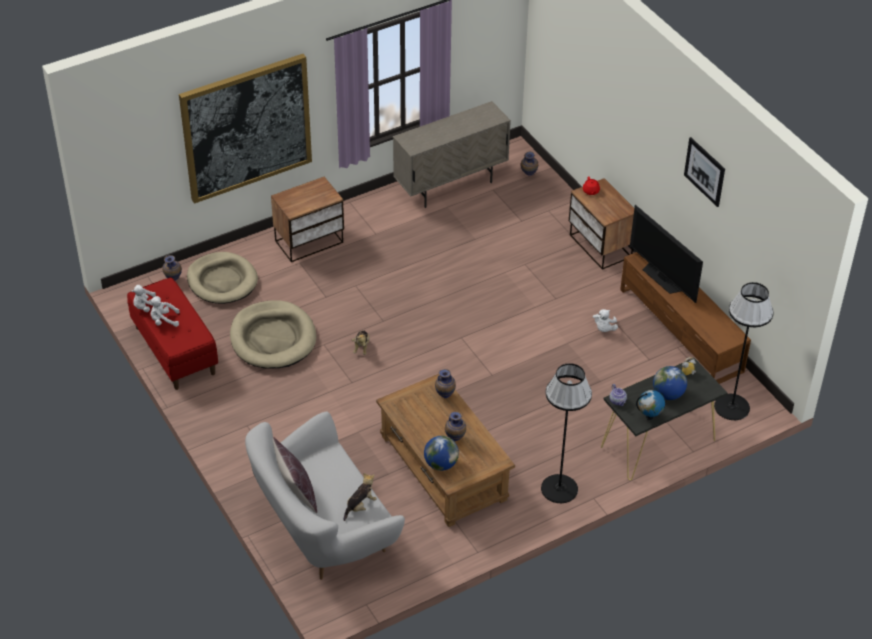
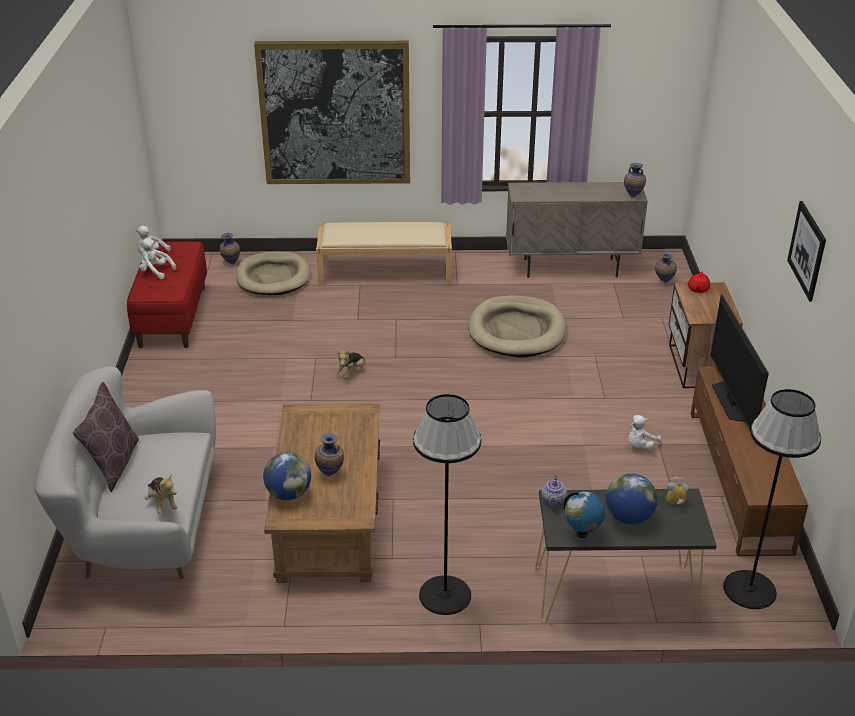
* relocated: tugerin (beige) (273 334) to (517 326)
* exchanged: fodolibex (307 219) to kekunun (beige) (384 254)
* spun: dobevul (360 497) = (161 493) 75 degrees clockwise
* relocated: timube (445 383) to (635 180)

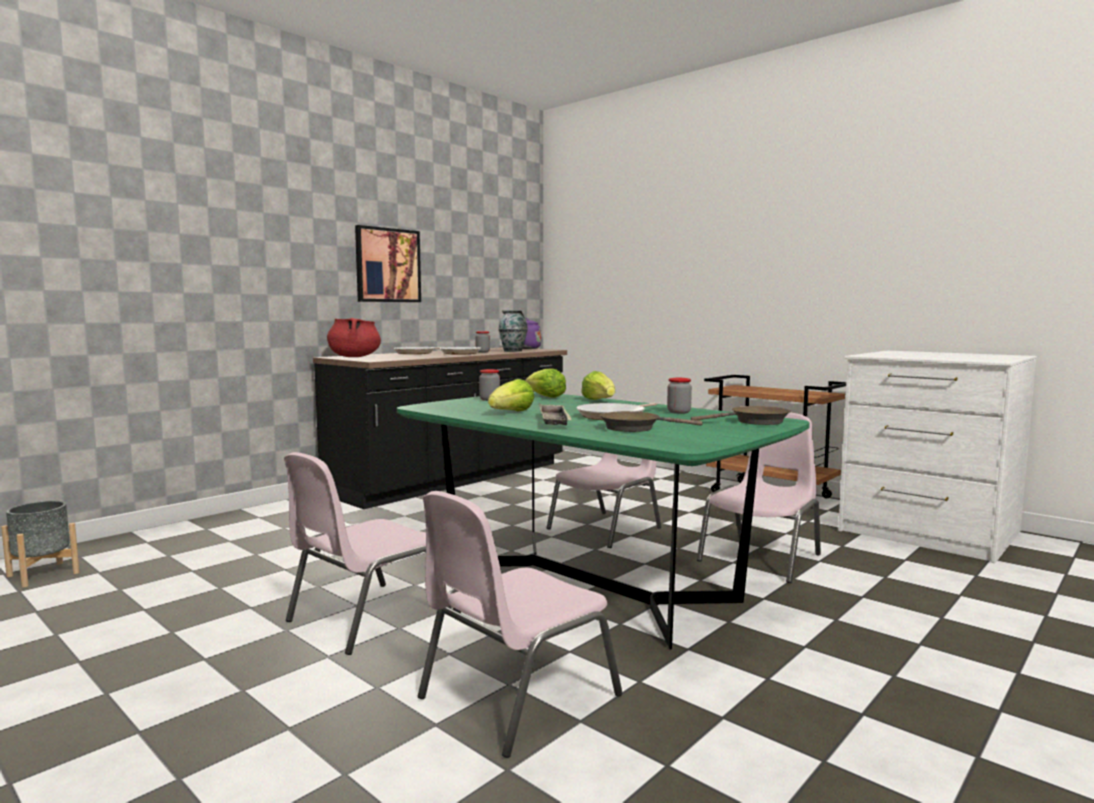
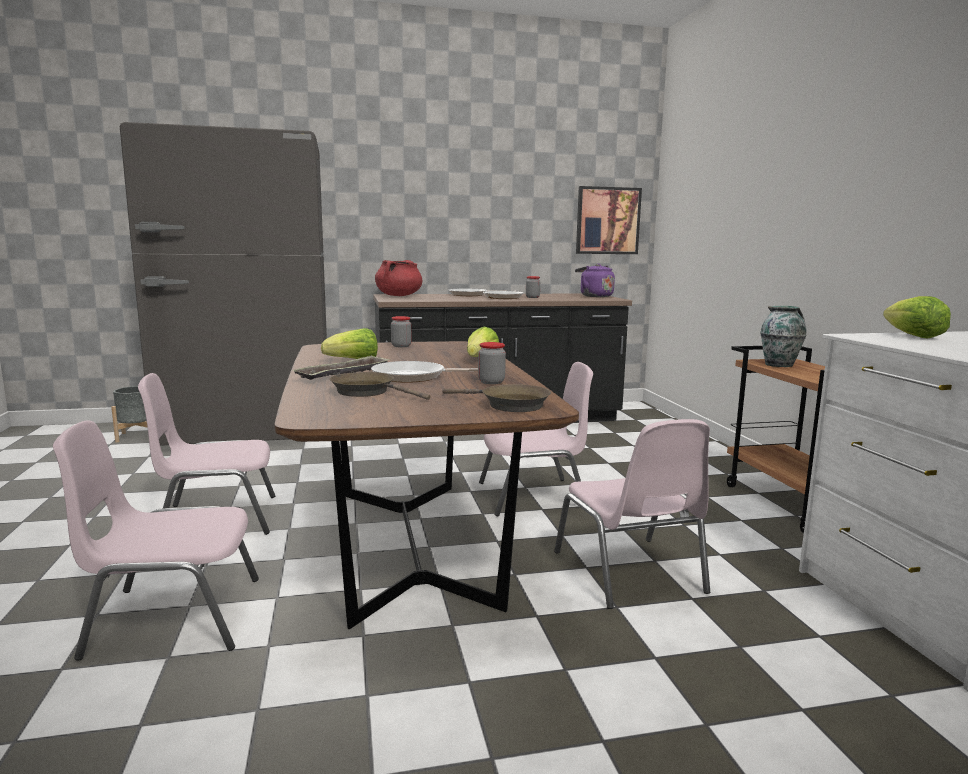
* relocated: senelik (388 263) to (609 220)
* colour: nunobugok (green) (603 520) to nunobugok (brown) (427 485)
* relocated: timube (513 331) to (783 336)
* relocated: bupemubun (545 383) to (917 317)
* spun: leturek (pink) (759 497) = (632 514) 90 degrees clockwise
* appeared: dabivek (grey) (223 284)

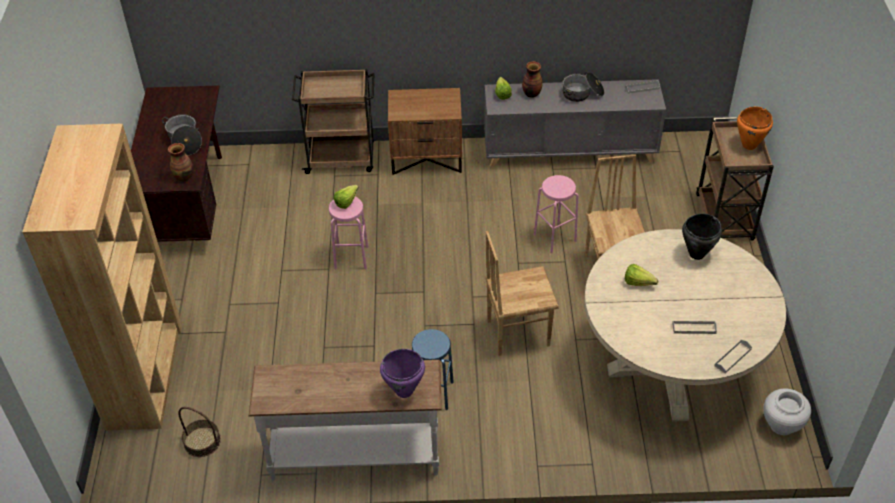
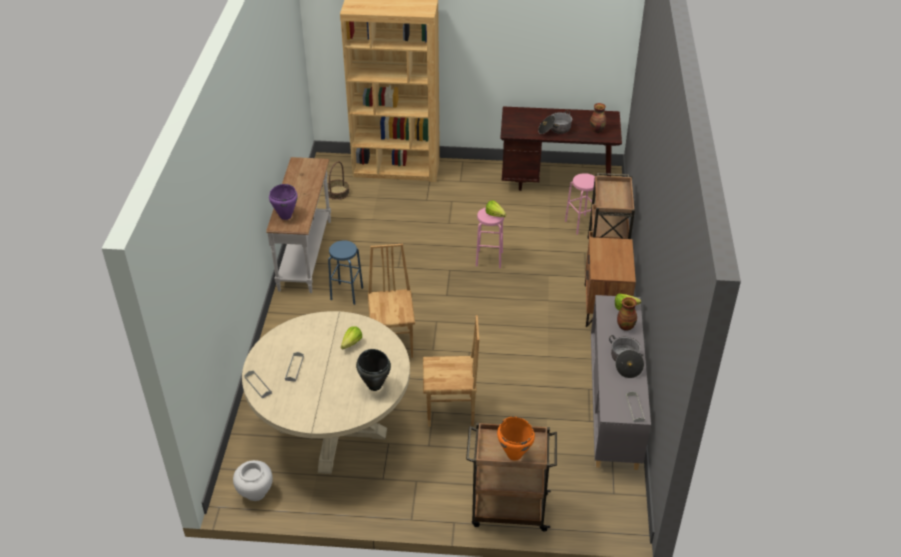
* relocated: timube (180 162) to (598 118)
* relocated: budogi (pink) (556 214) to (580 204)

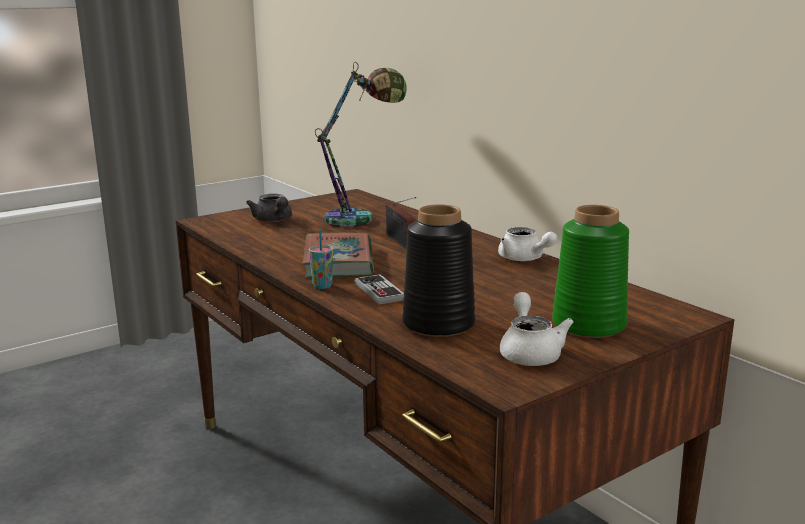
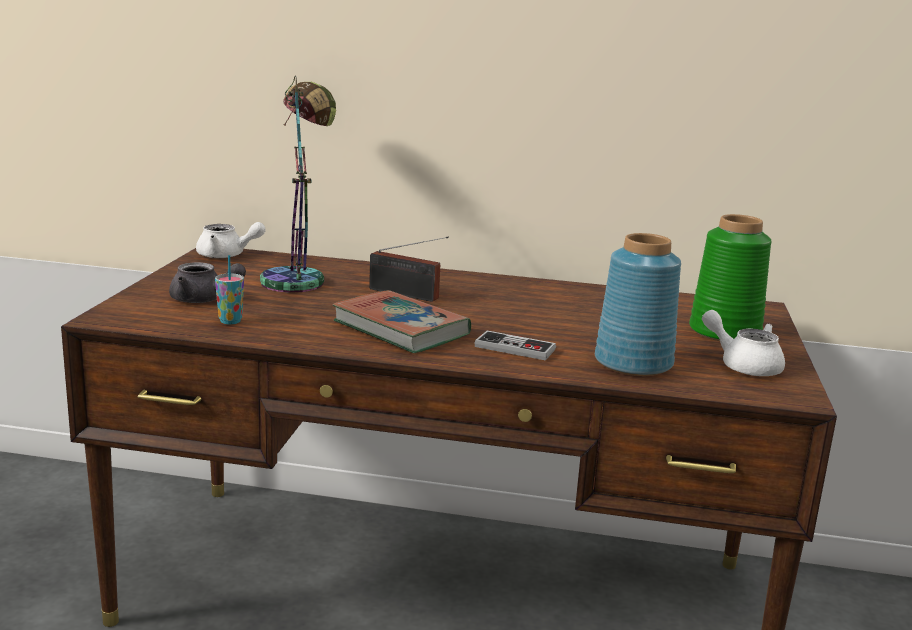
* relocated: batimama (321 259) to (229 290)
* colour: timube (black) (439 270) to timube (blue) (638 304)
* relocated: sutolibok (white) (528 244) to (231 240)

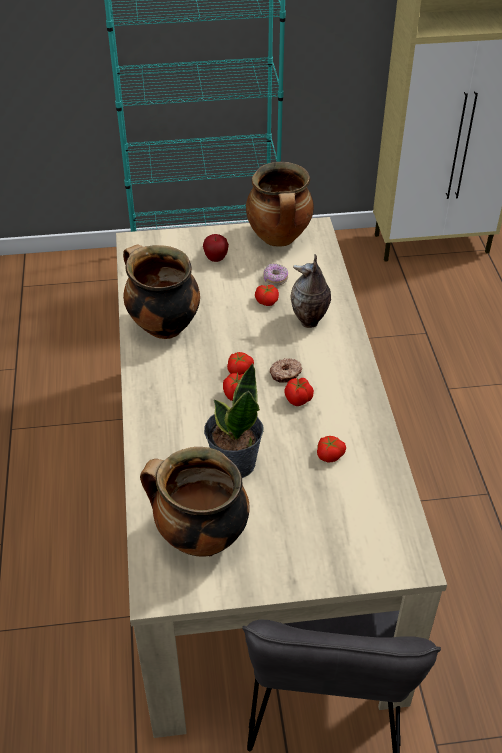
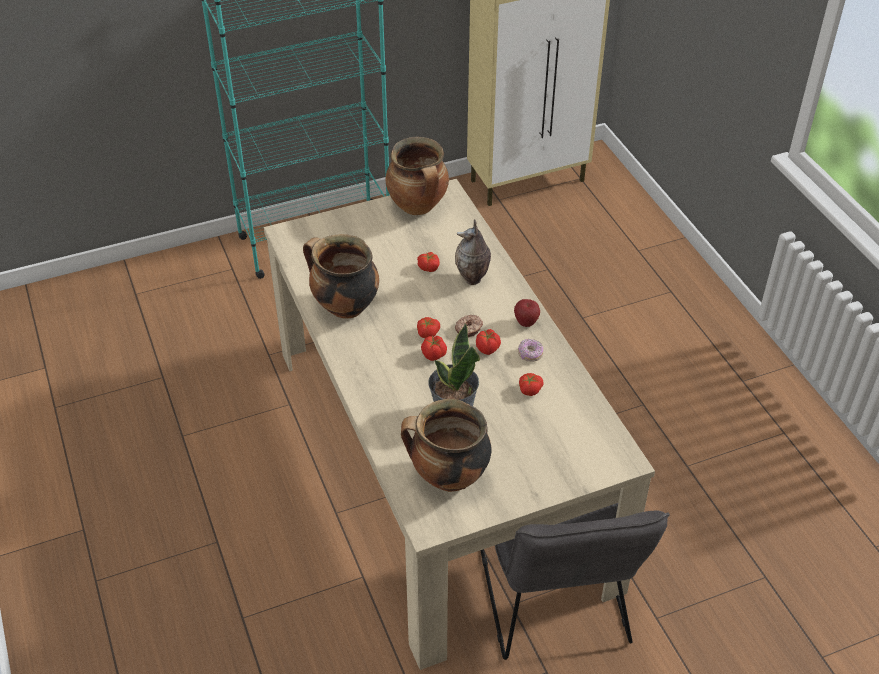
* relocated: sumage (216 248) to (527 313)
* relocated: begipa (275 274) to (530 350)

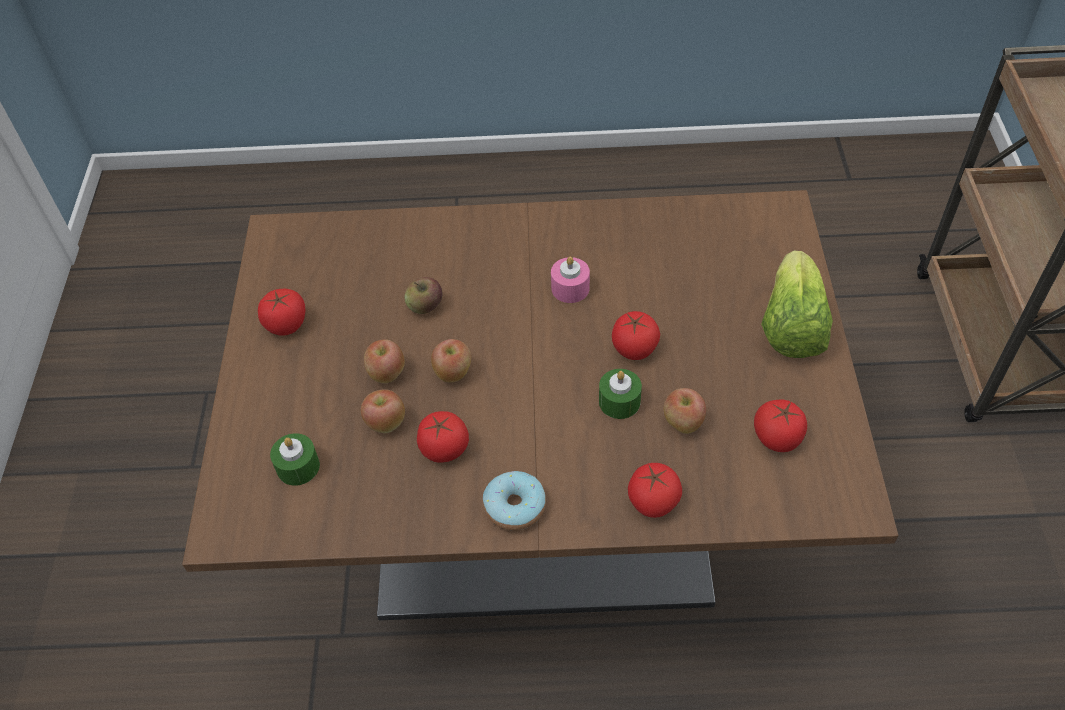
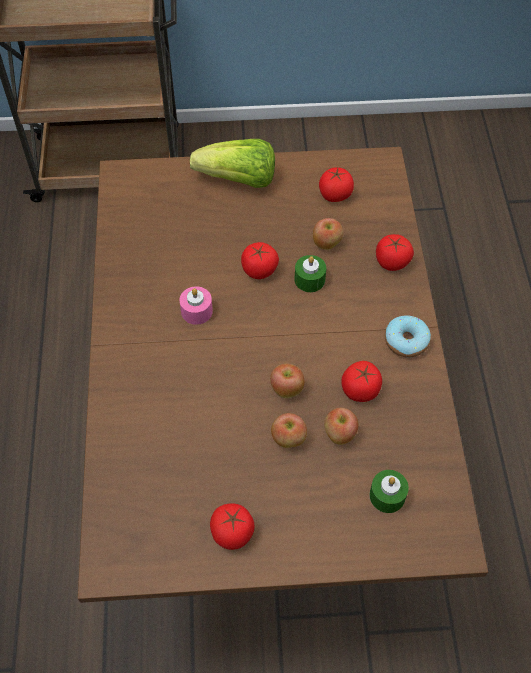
* missing: sumage (423 295)

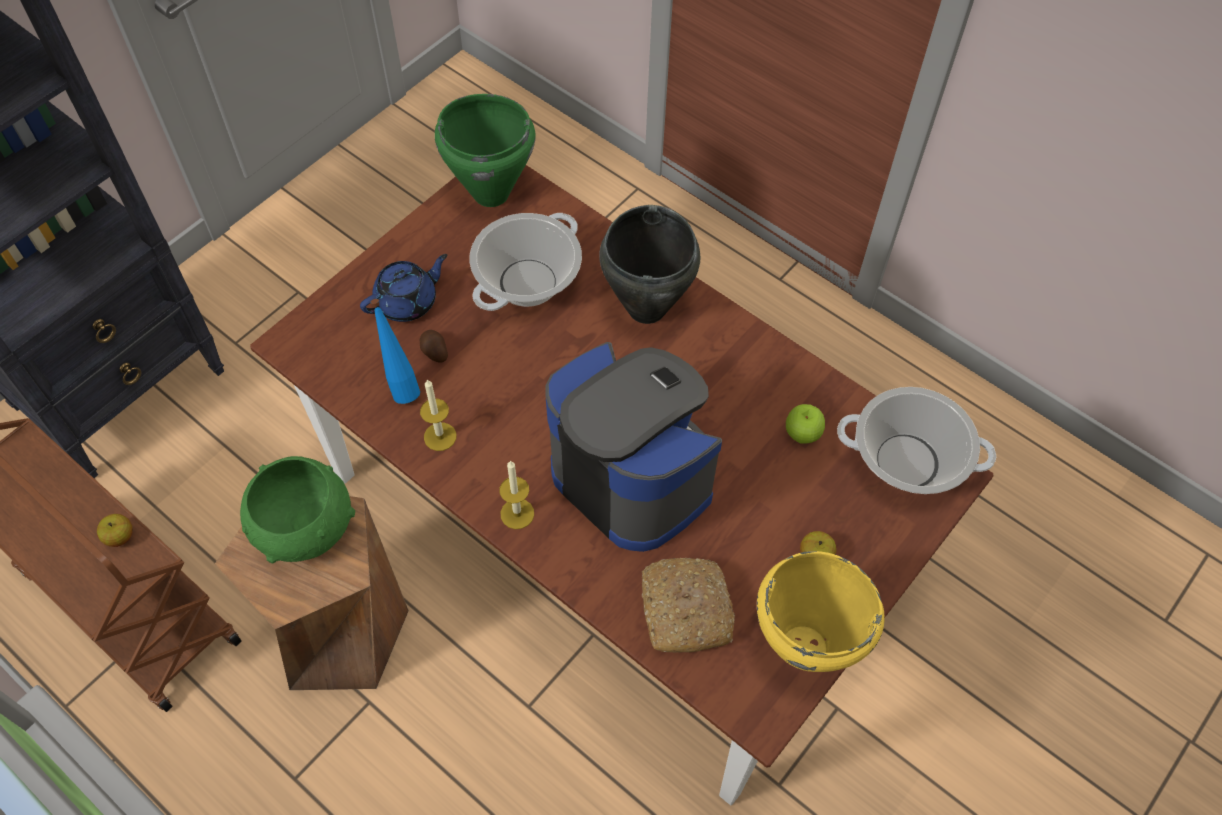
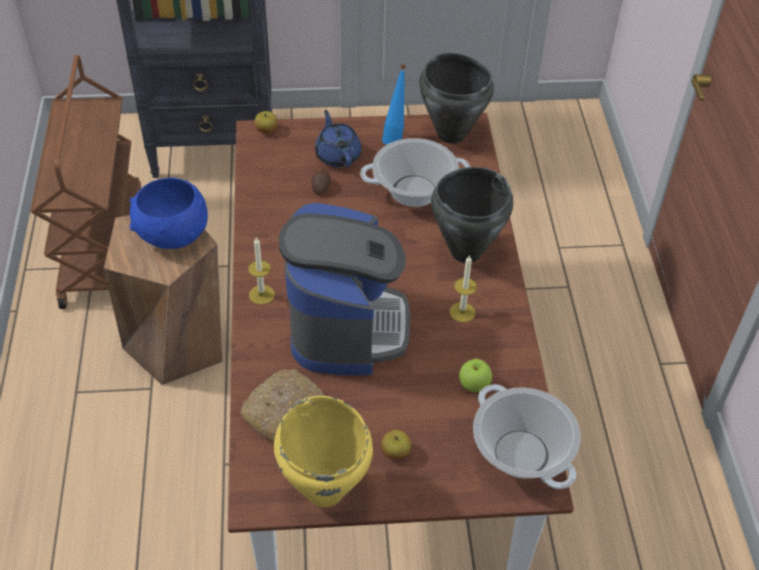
* relocated: sumage (115 530) to (266 122)
* colour: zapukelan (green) (297 510) to zapukelan (blue) (168 213)
* spun: sutolibok (blue) (404 288) = (338 138) 120 degrees counterclockwise
* relocated: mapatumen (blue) (395 351) to (394 104)
* relocated: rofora (438 415) to (463 288)
* colour: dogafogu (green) (485 150) to dogafogu (black) (456 98)

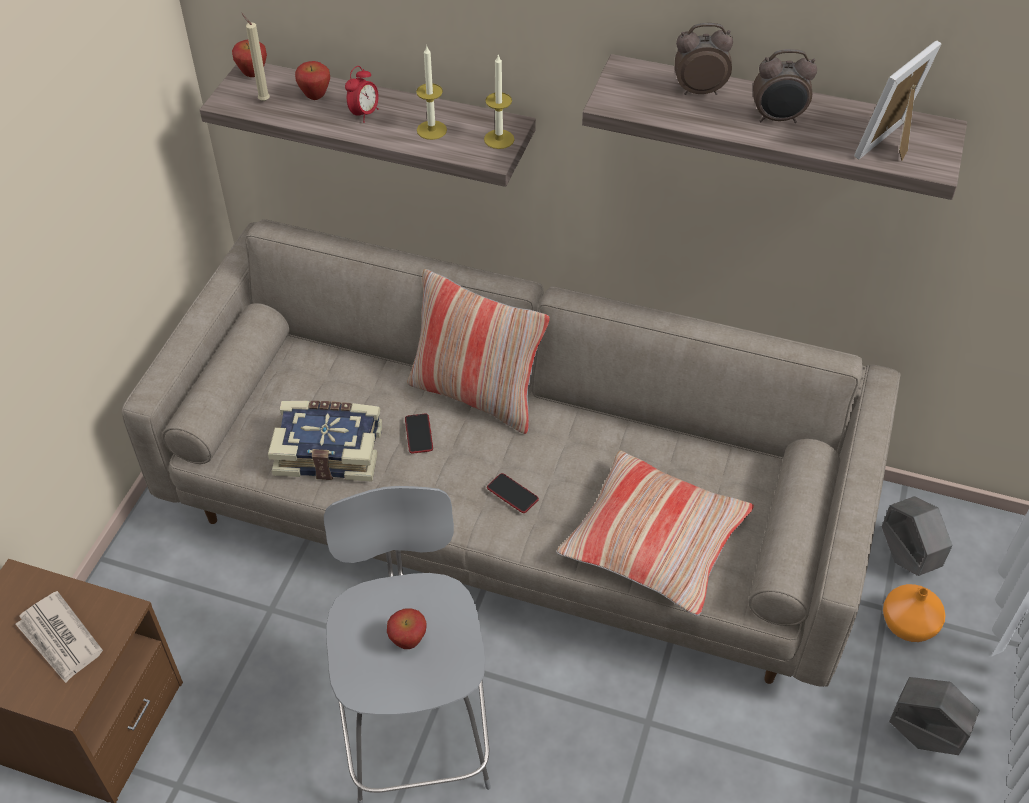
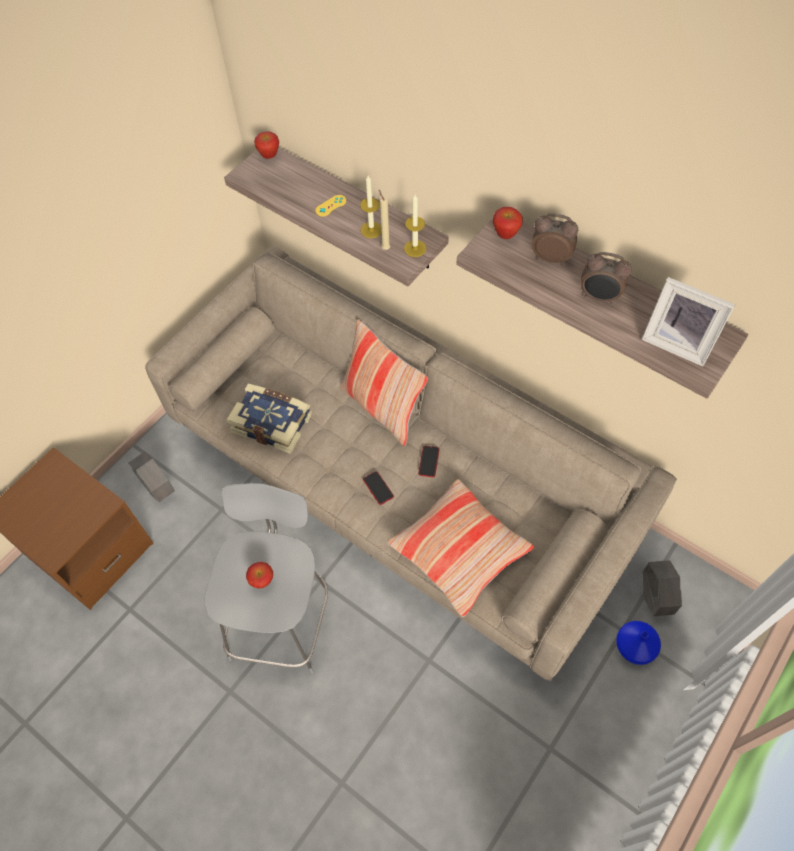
* missing: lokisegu (59 637)
* relocated: rofora (beige) (256 57) to (384 220)
* relocated: sumage (312 80) to (508 223)
* exchanged: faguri (362 94) to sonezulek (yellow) (330 205)
* relocated: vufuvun (419 434) to (429 461)
* spun: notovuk (898 101) = (688 321) 120 degrees counterclockwise
* colour: timube (orange) (914 613) to timube (blue) (638 643)
* relocated: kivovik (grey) (934 716) to (152 477)

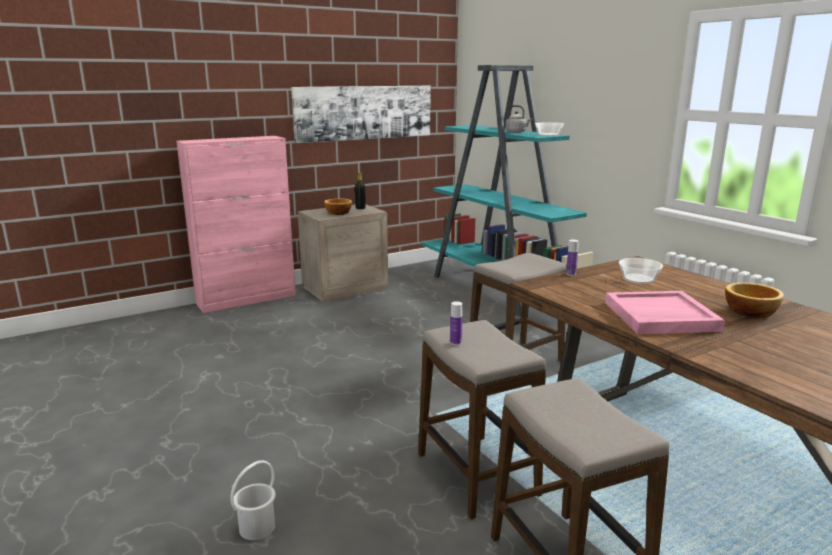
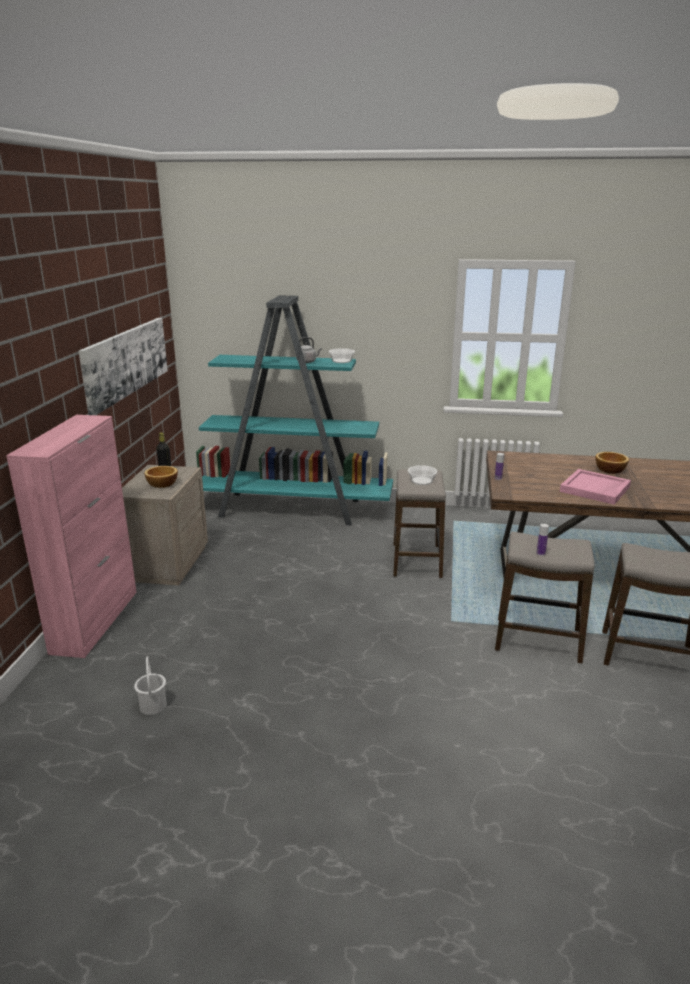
* relocated: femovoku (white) (253 500) to (150 685)
* relocated: zapukelan (641 271) to (422 475)

